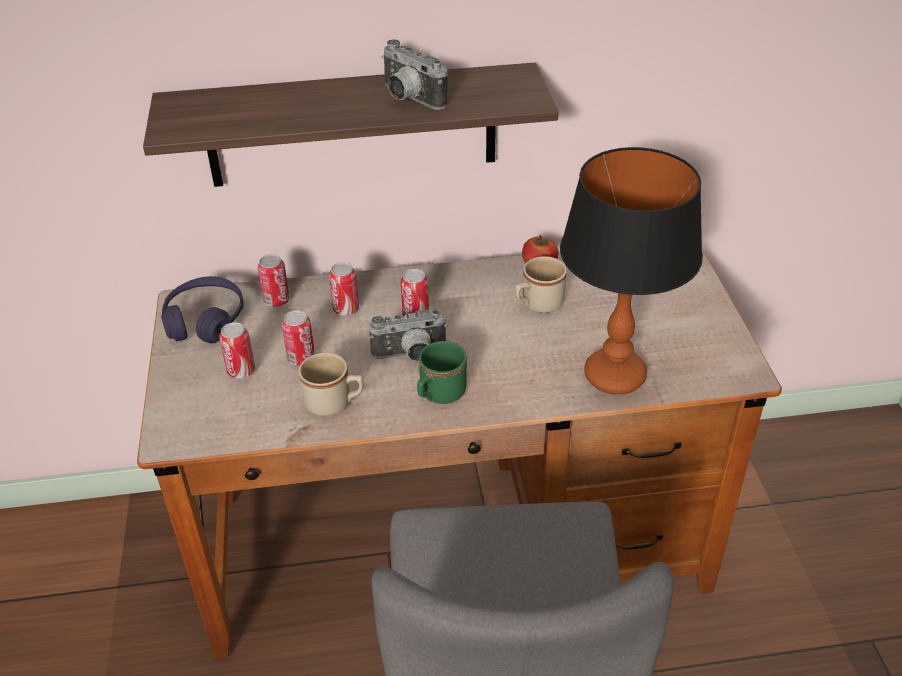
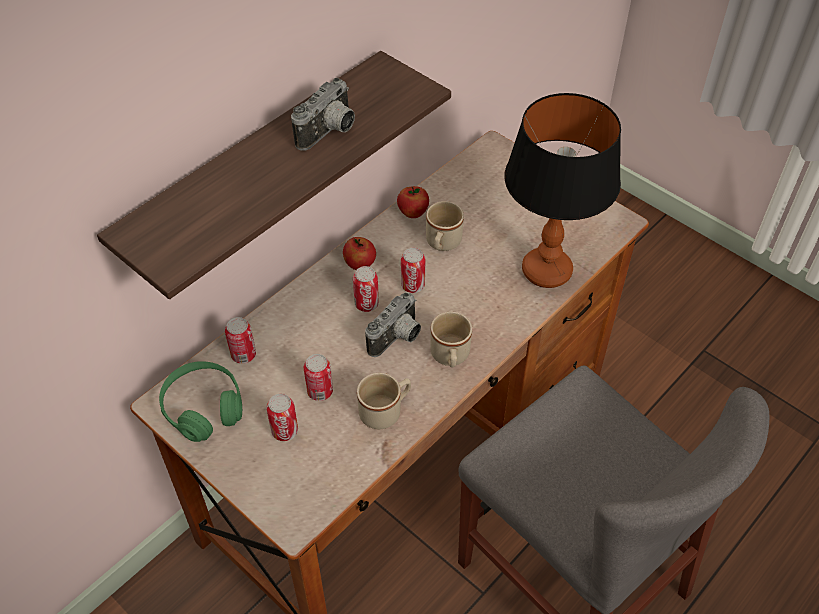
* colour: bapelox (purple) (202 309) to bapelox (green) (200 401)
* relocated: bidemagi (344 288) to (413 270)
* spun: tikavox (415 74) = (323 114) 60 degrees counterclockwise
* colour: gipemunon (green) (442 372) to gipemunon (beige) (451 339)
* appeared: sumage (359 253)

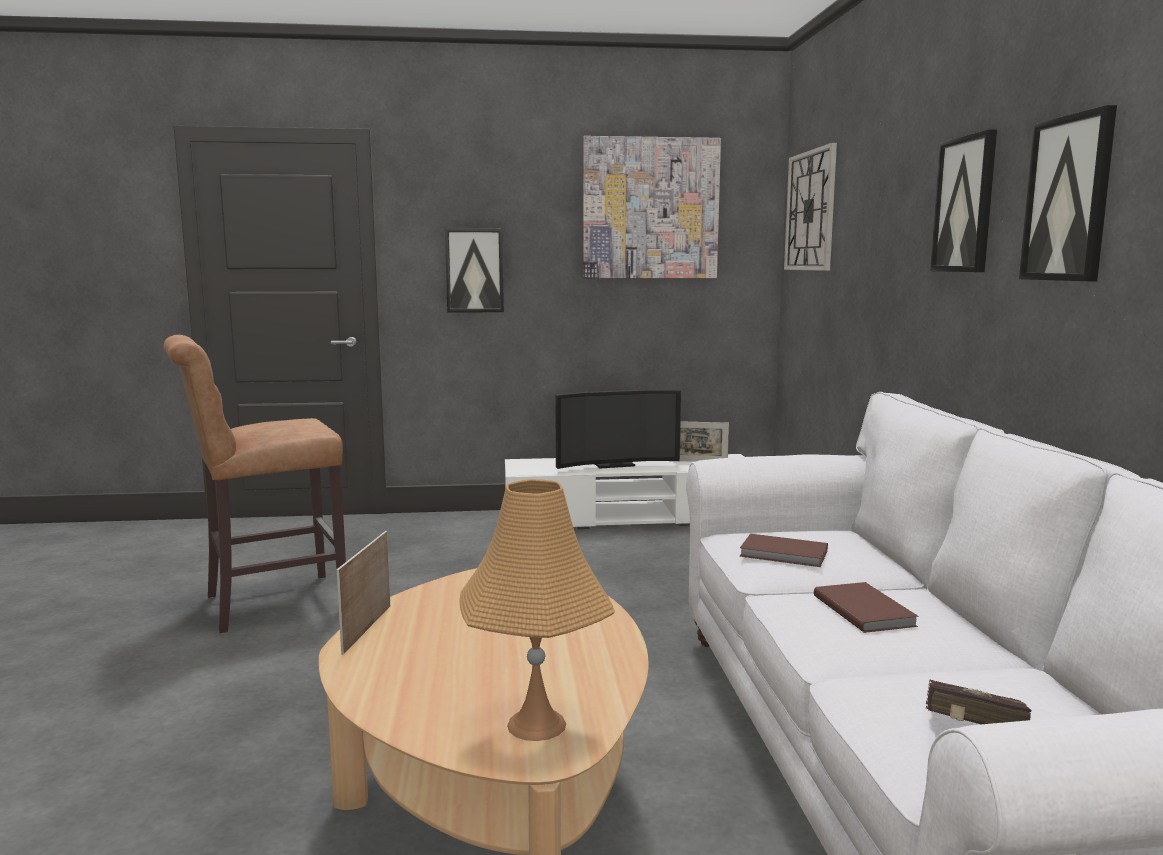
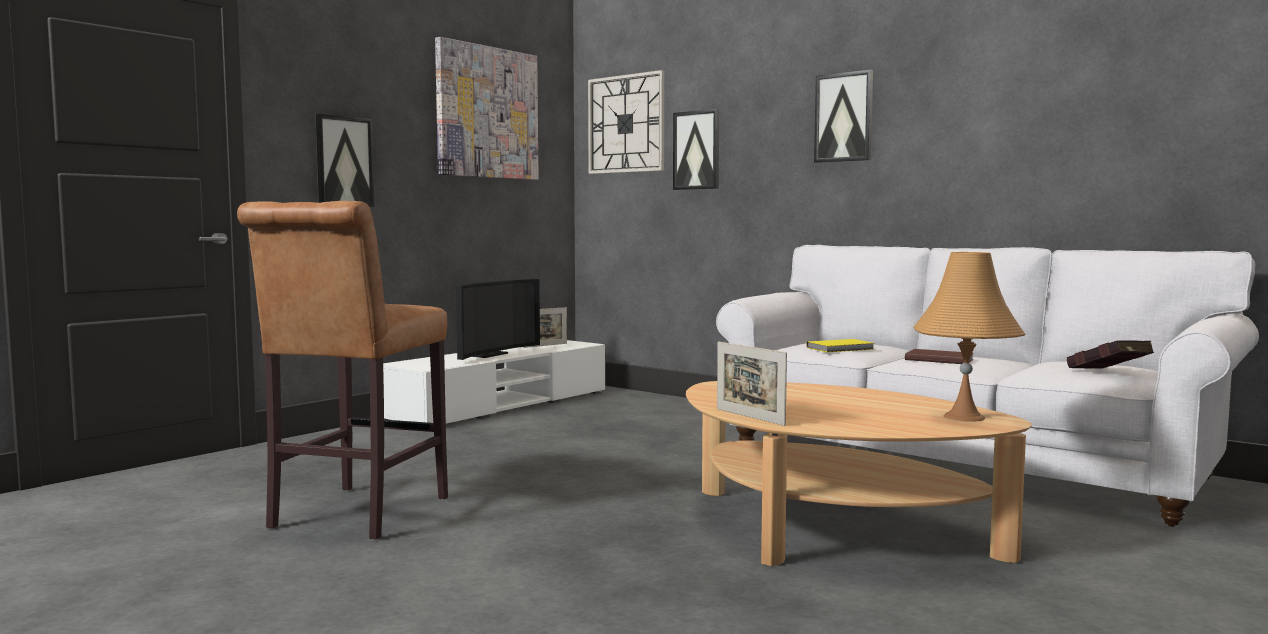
* colour: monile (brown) (783 550) to monile (yellow) (841 345)
* relocated: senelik (1068 193) to (696 149)

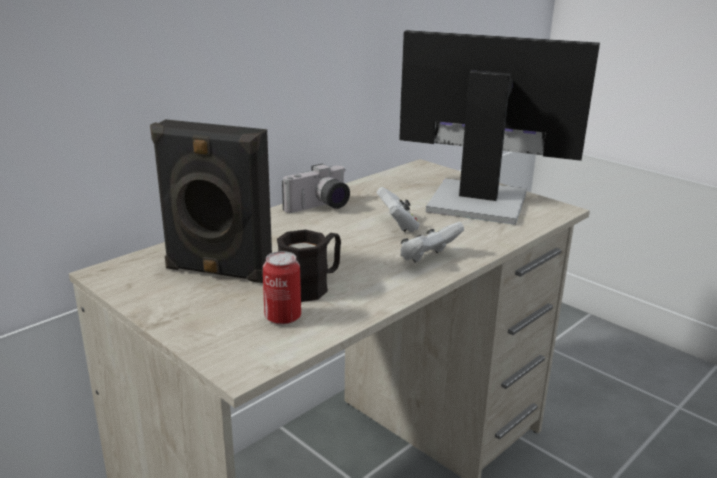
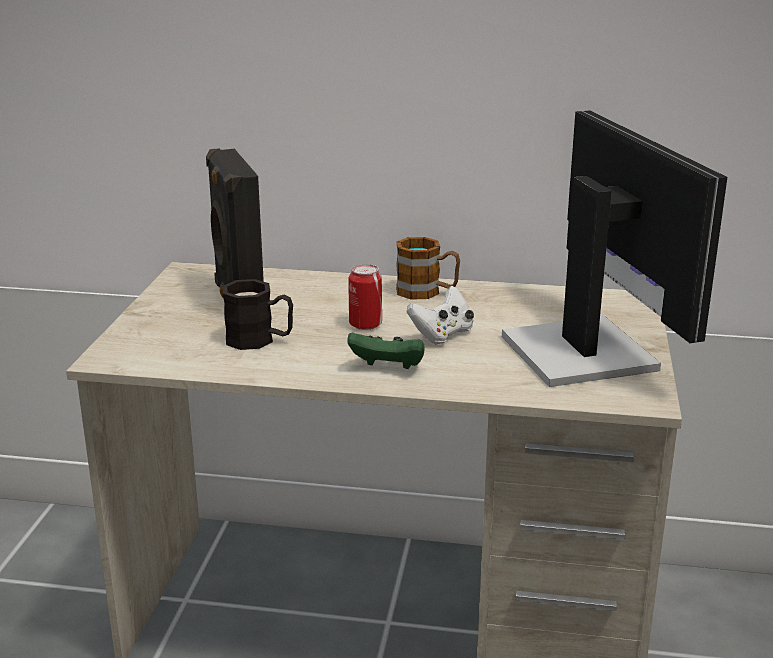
* relocated: bidemagi (282 288) to (365 297)
* exchanged: tikavox (316 188) to gipemunon (428 268)
* colour: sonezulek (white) (432 242) to sonezulek (green) (385 351)

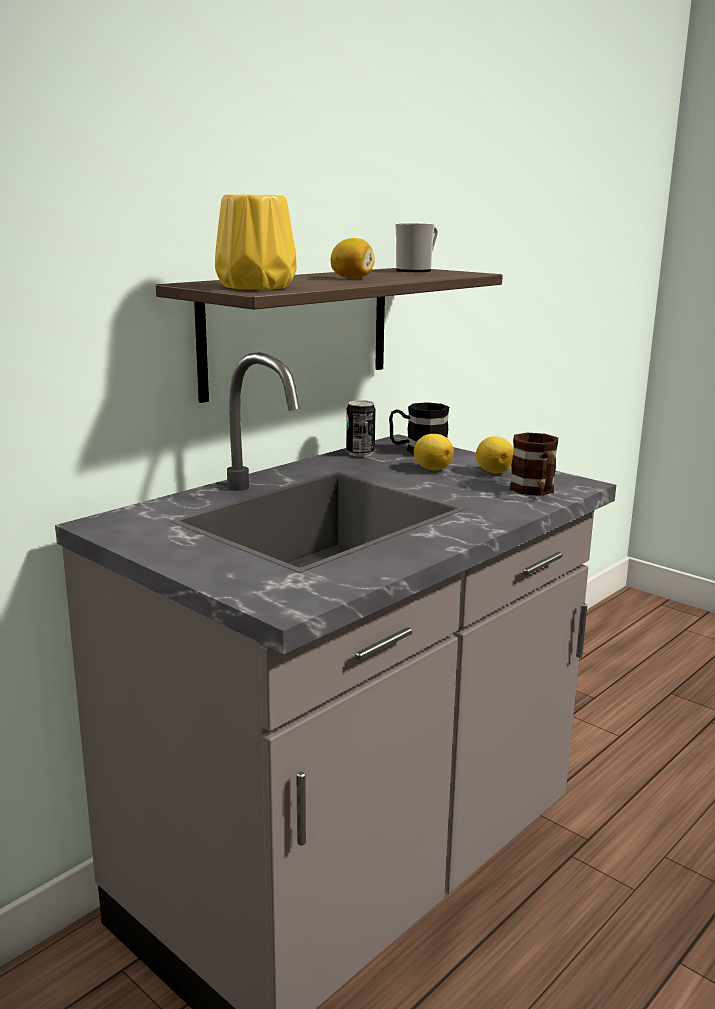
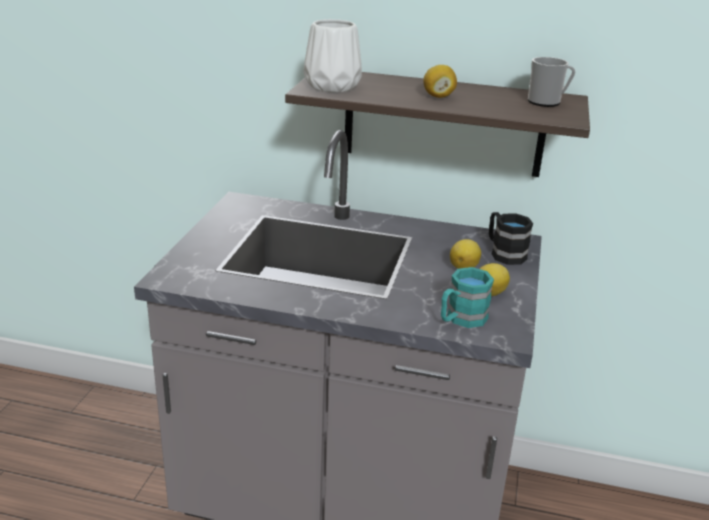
* colour: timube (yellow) (256 242) to timube (white) (333 56)
* missing: bidemagi (361 428)
* colour: gipemunon (brown) (534 464) to gipemunon (turquoise) (467 297)

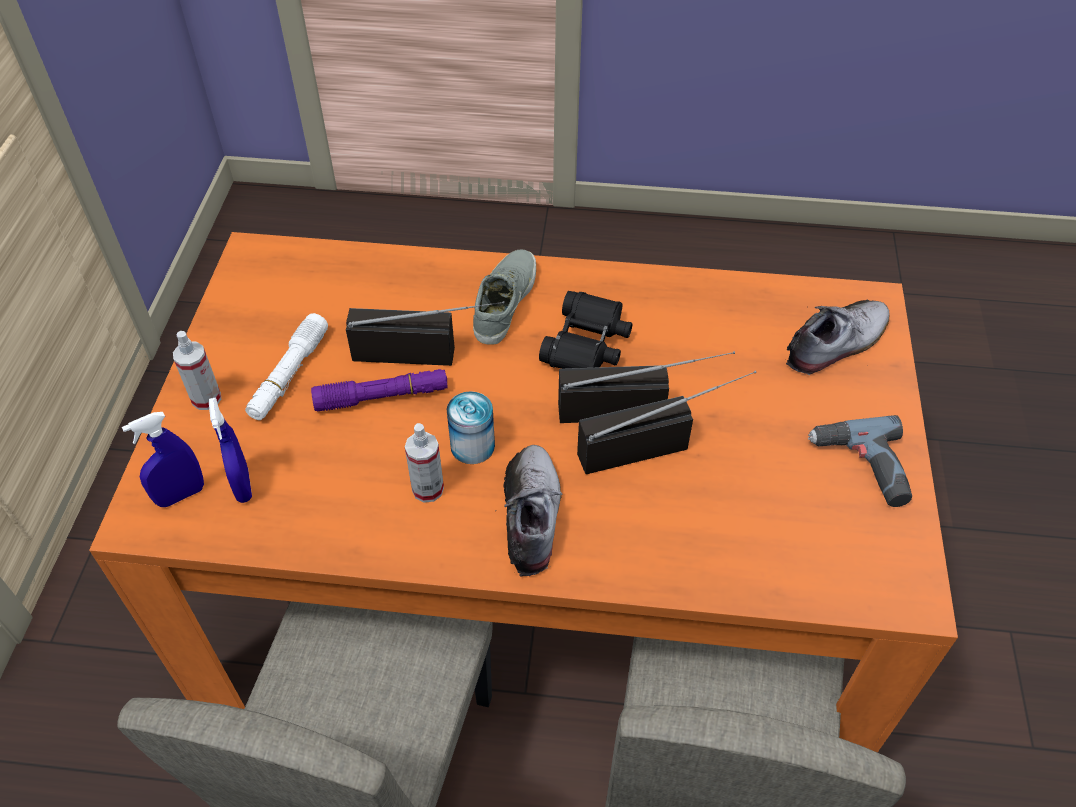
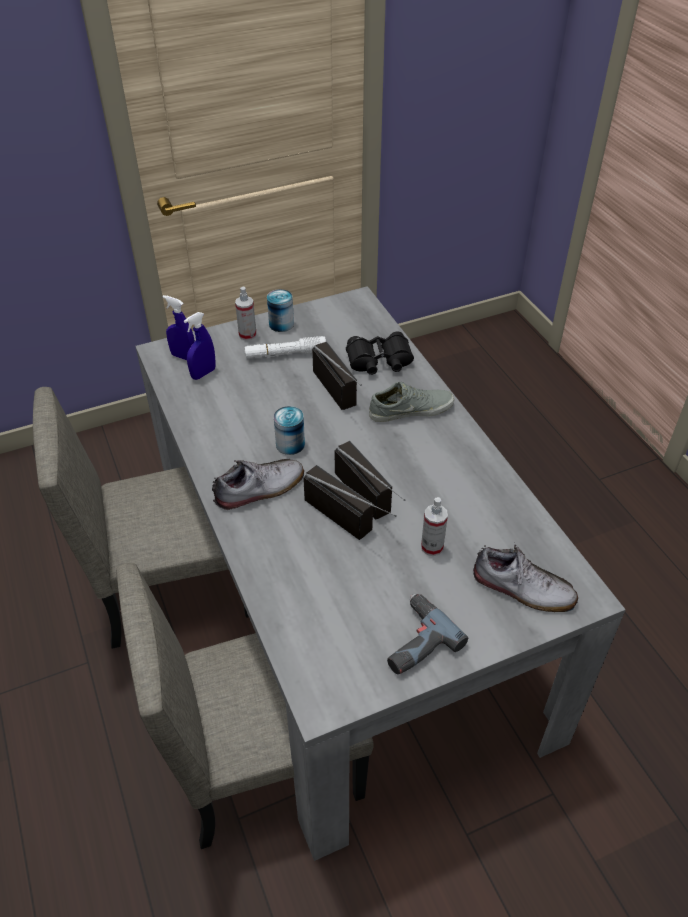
* colour: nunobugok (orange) (523 492) to nunobugok (grey) (380 573)
* missing: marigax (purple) (379 390)
* relocated: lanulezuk (424 463) to (434 526)
* relocated: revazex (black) (585 330) to (380 353)
* appeared: bidemagi (280 310)

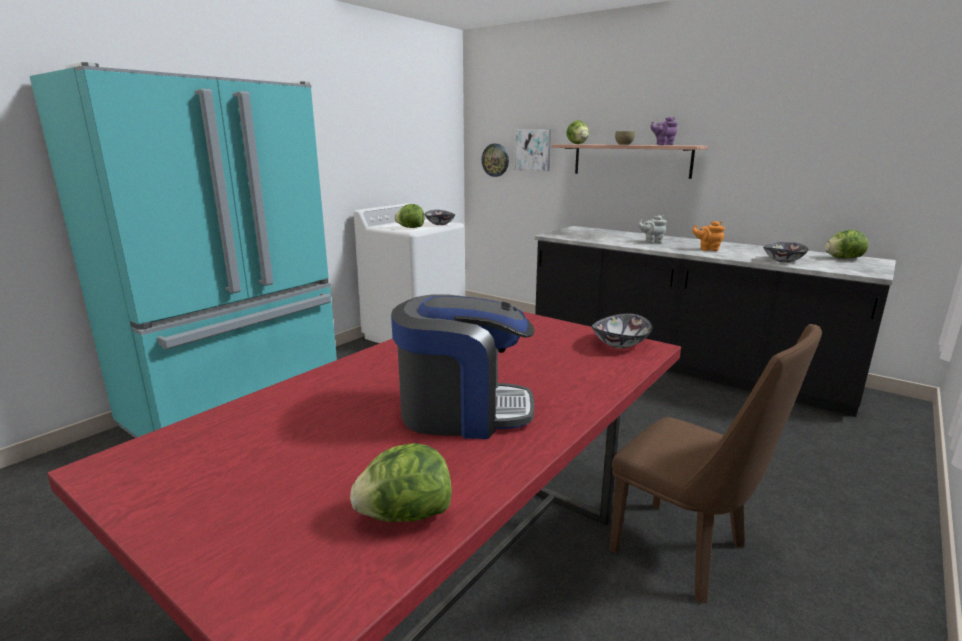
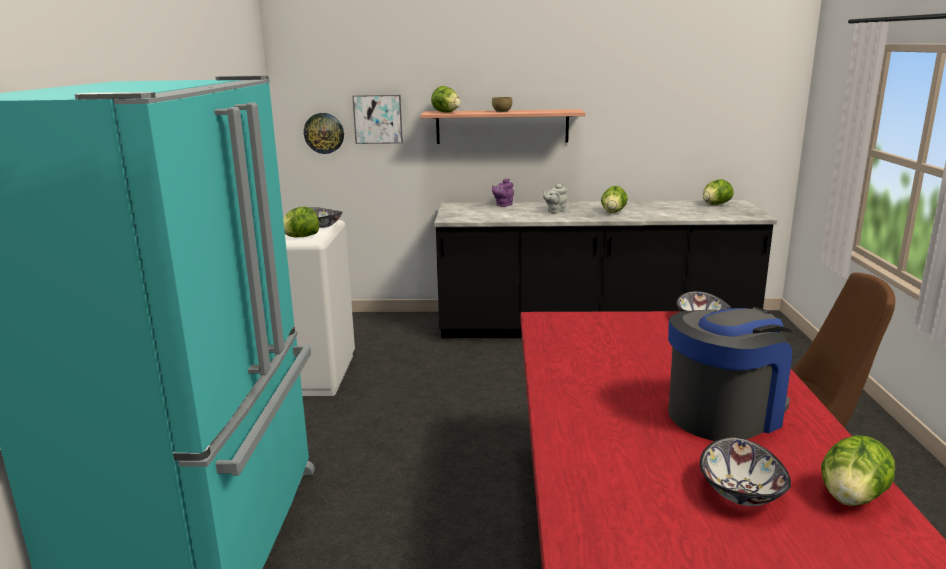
* relocated: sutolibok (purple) (664 131) to (503 192)
* exchanged: sutolibok (orange) (708 236) to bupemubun (614 199)
* relocated: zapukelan (786 252) to (745 472)

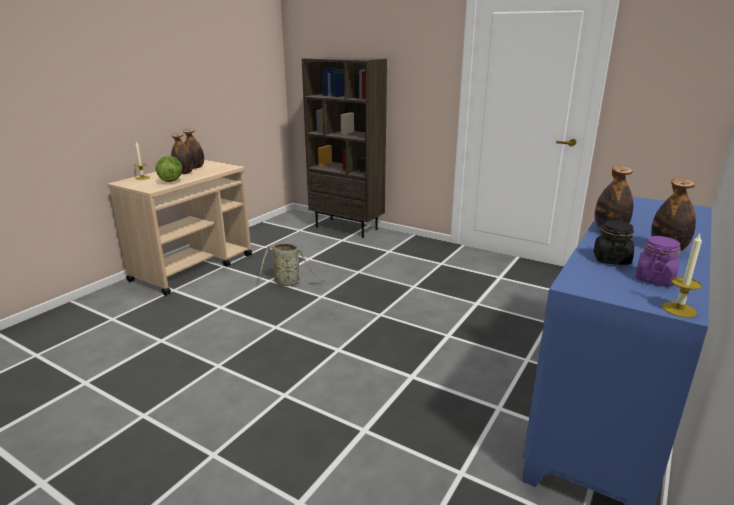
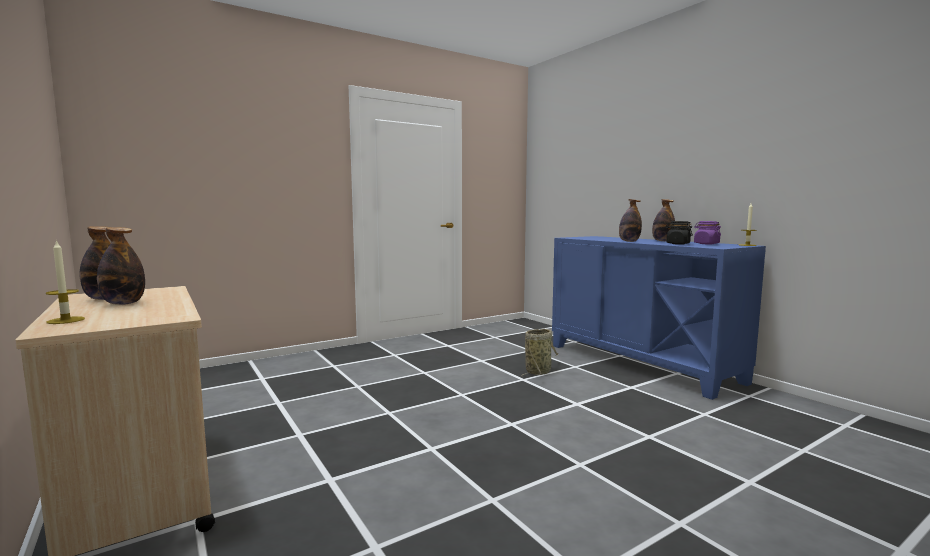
* missing: bupemubun (169 169)
* relocated: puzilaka (291 264) to (540 353)
* missing: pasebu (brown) (344 147)

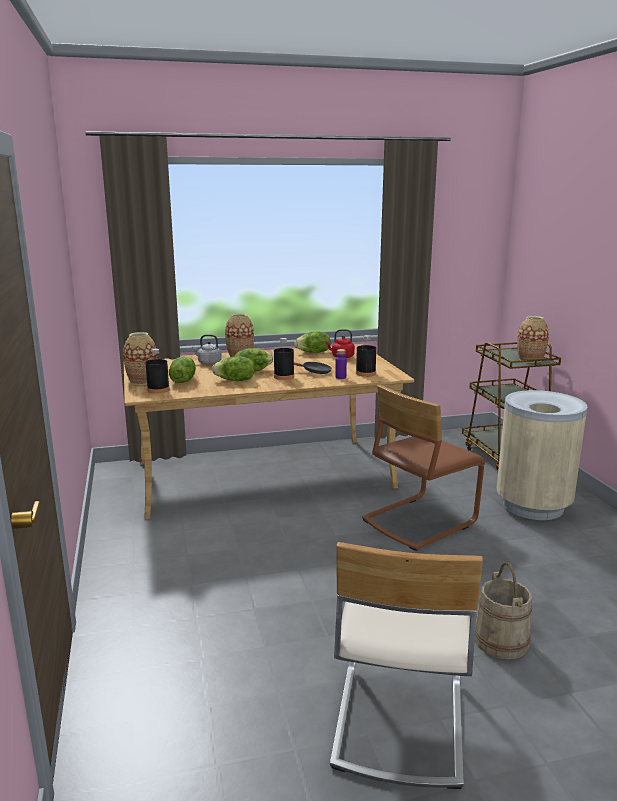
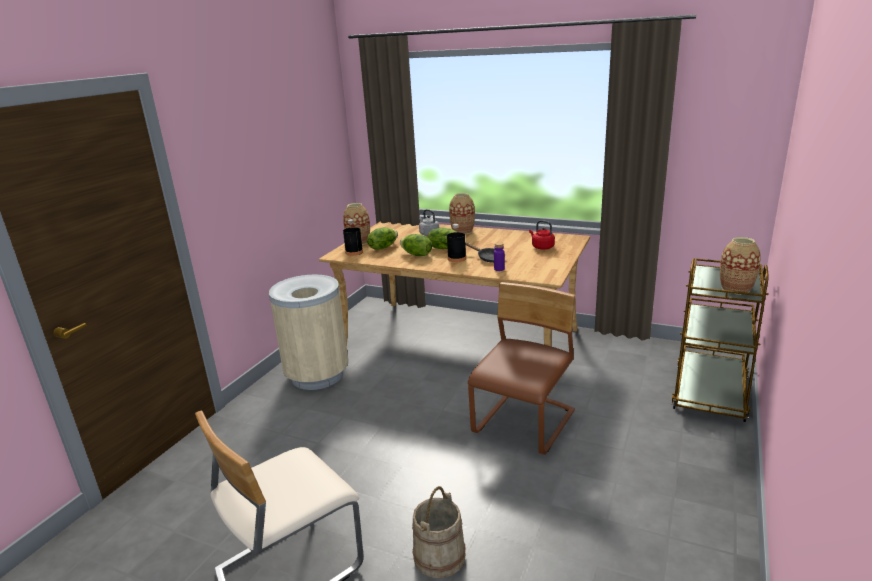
* missing: bupemubun (312 342)
* missing: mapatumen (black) (366 356)
* spun: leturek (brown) (423 468) = (521 368) 120 degrees clockwise
* relocated: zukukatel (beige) (541 455) to (309 332)

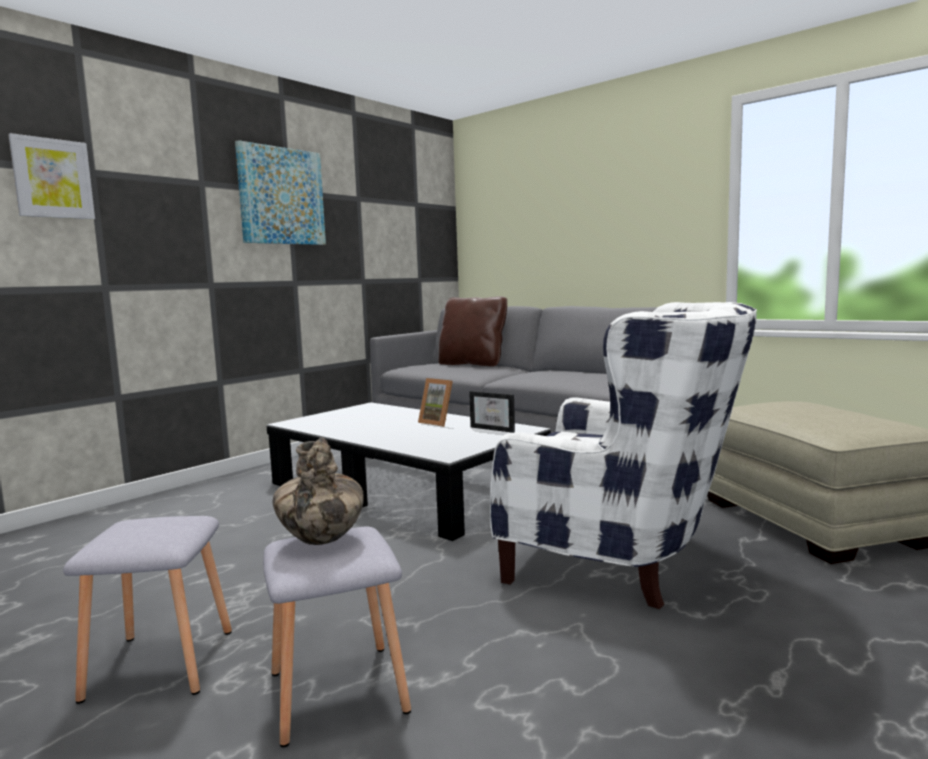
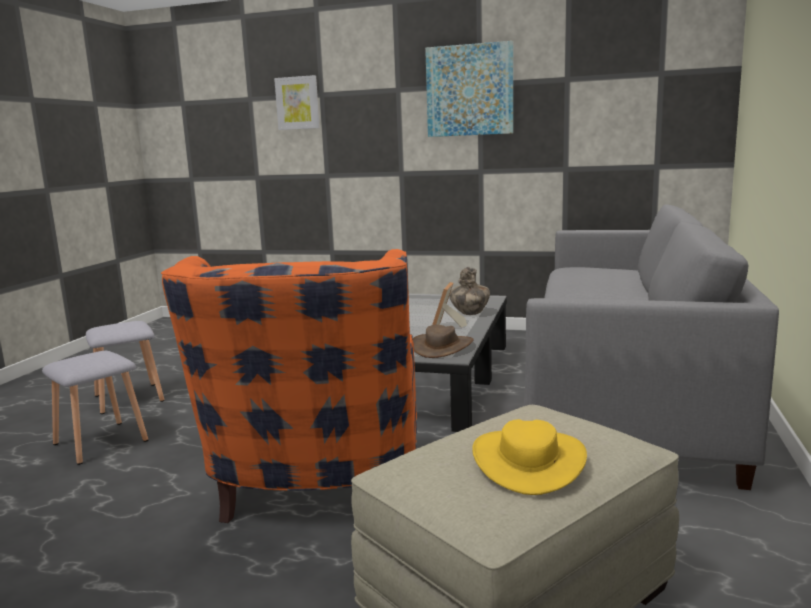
* relocated: timube (318 491) to (470 291)
* missing: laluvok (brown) (472 331)
* exchanged: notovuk (492 412) to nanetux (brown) (443 341)
* colour: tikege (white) (623 455) to tikege (orange) (289 386)
* appeared: nanetux (yellow) (529 457)

